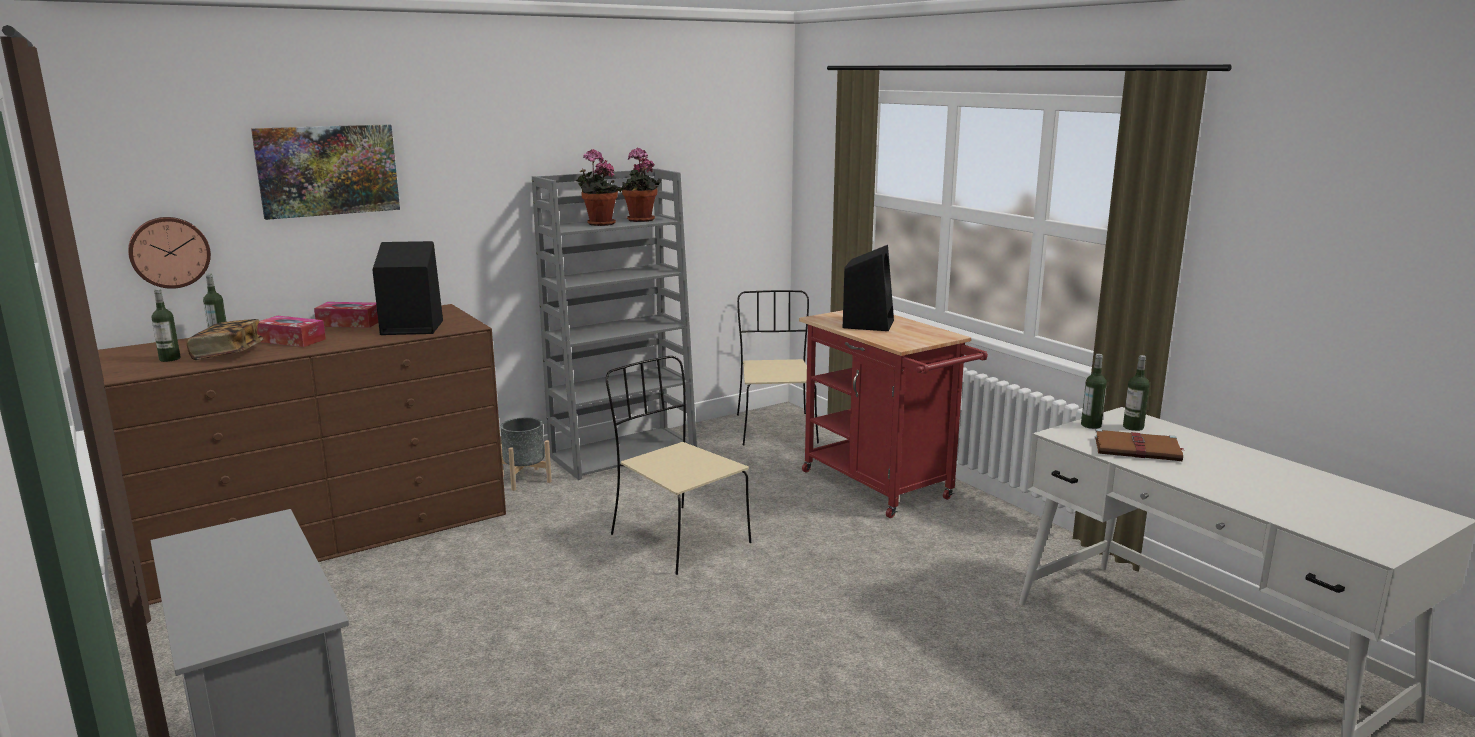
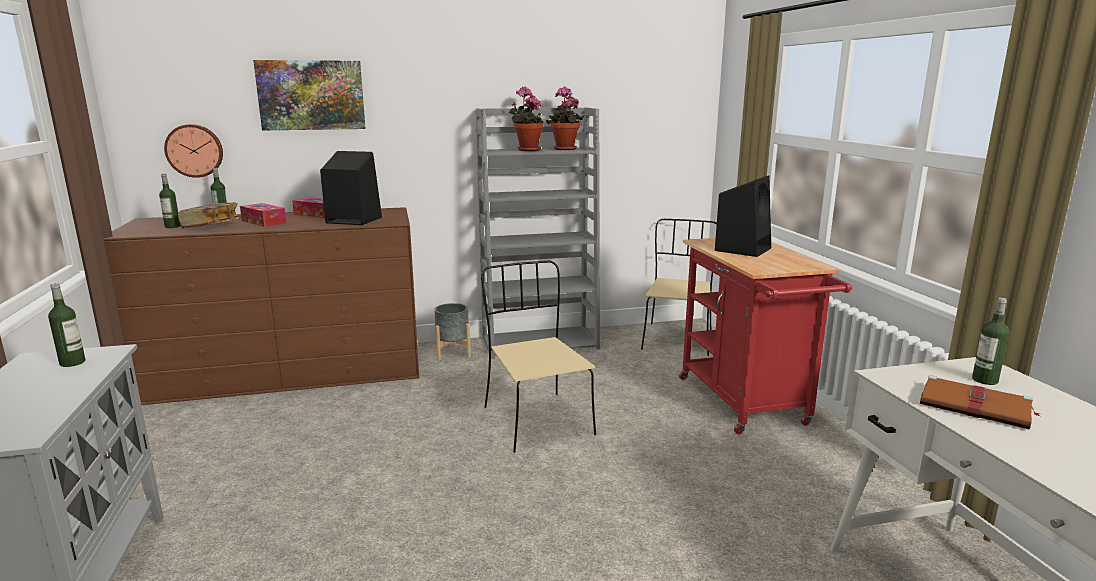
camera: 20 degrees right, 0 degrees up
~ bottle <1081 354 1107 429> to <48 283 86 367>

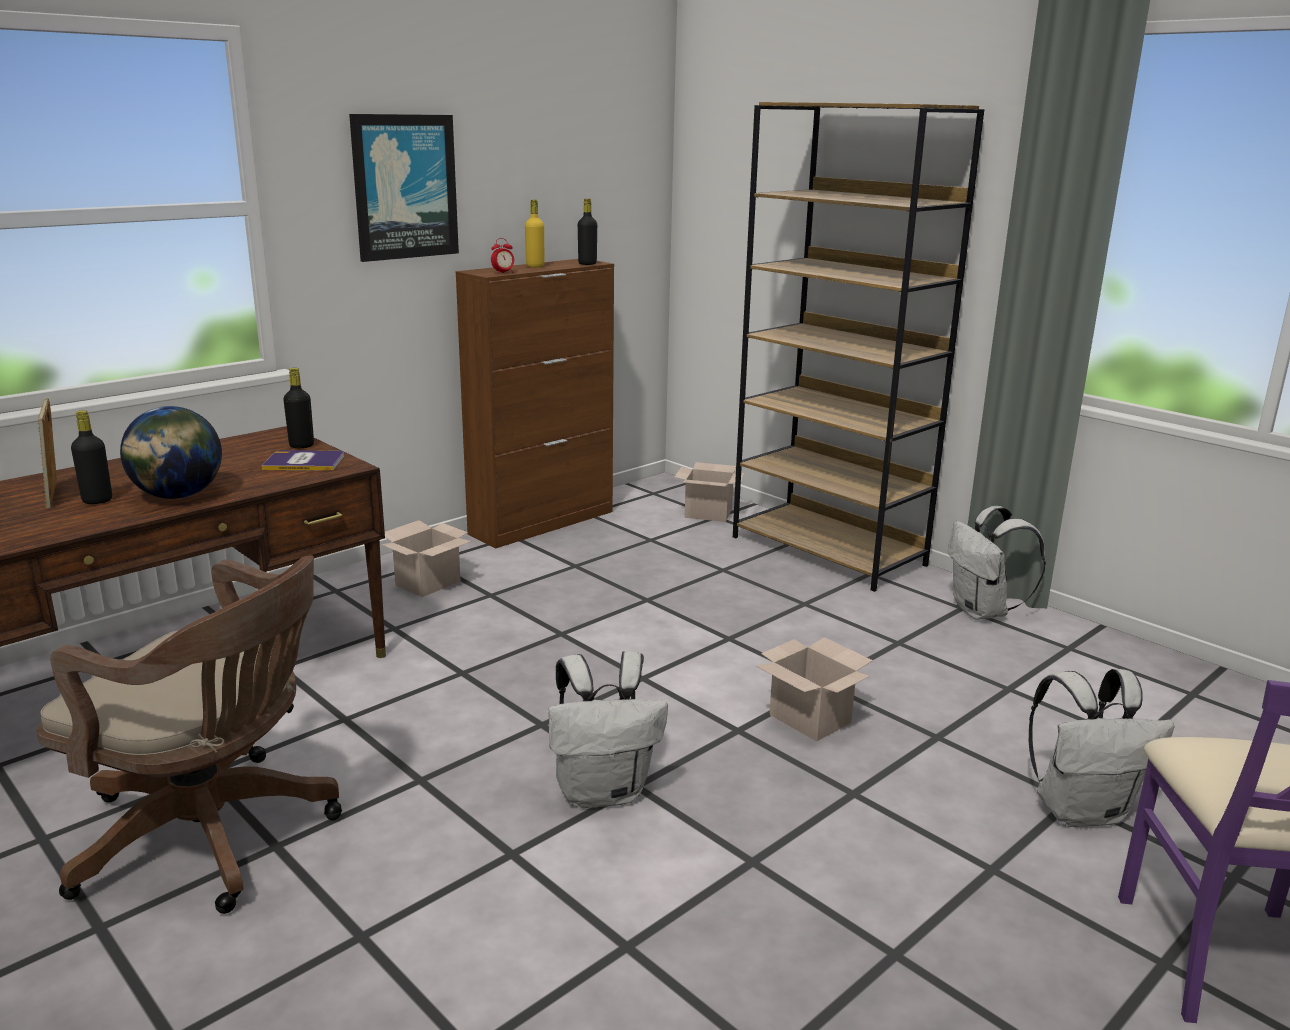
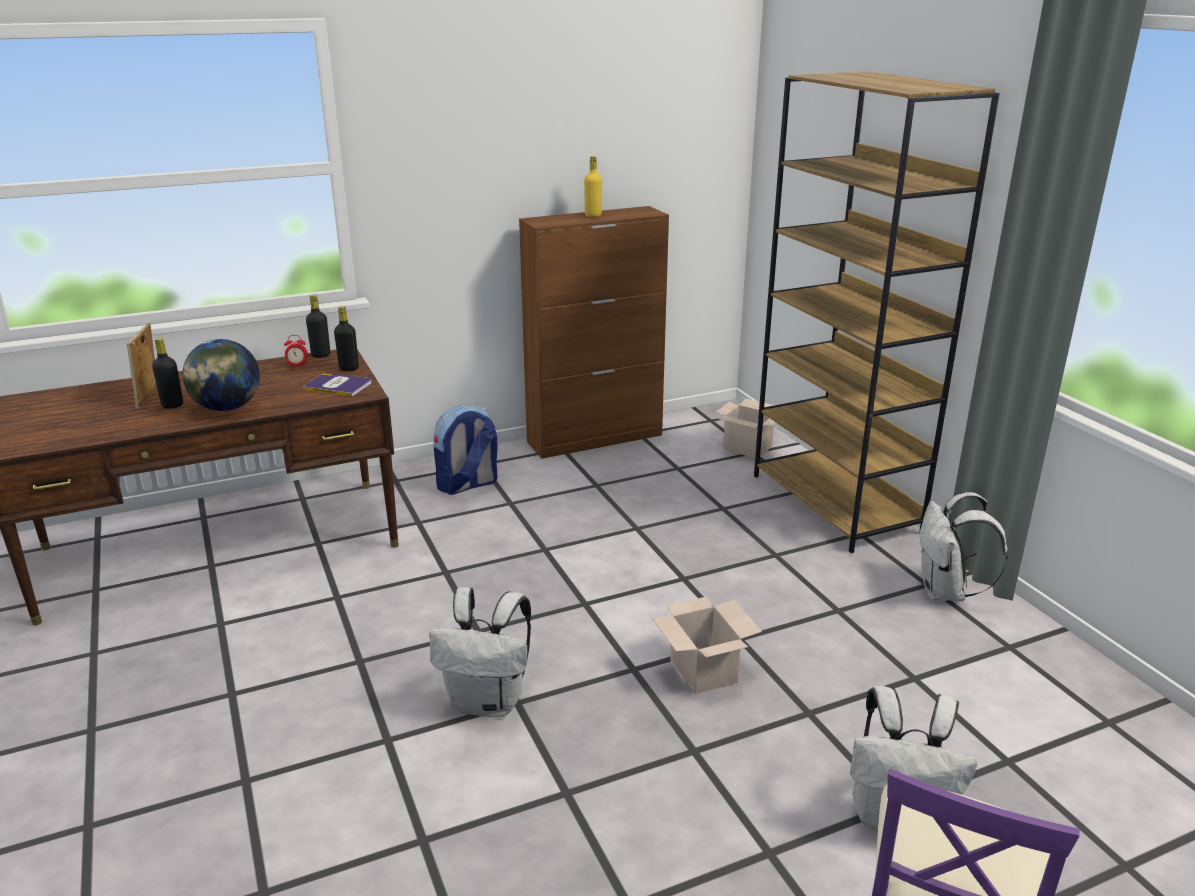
camera: 20 degrees right, 5 degrees up
- wall picture <349 114 459 262>
~ black-coloured bottle <578 199 597 265> to <306 295 331 358>
~ table clock <491 238 514 274> to <284 335 308 368>
~ cardboard box <381 520 472 597> to knapsack <433 405 498 495>
- brown computer chair <37 555 342 914>

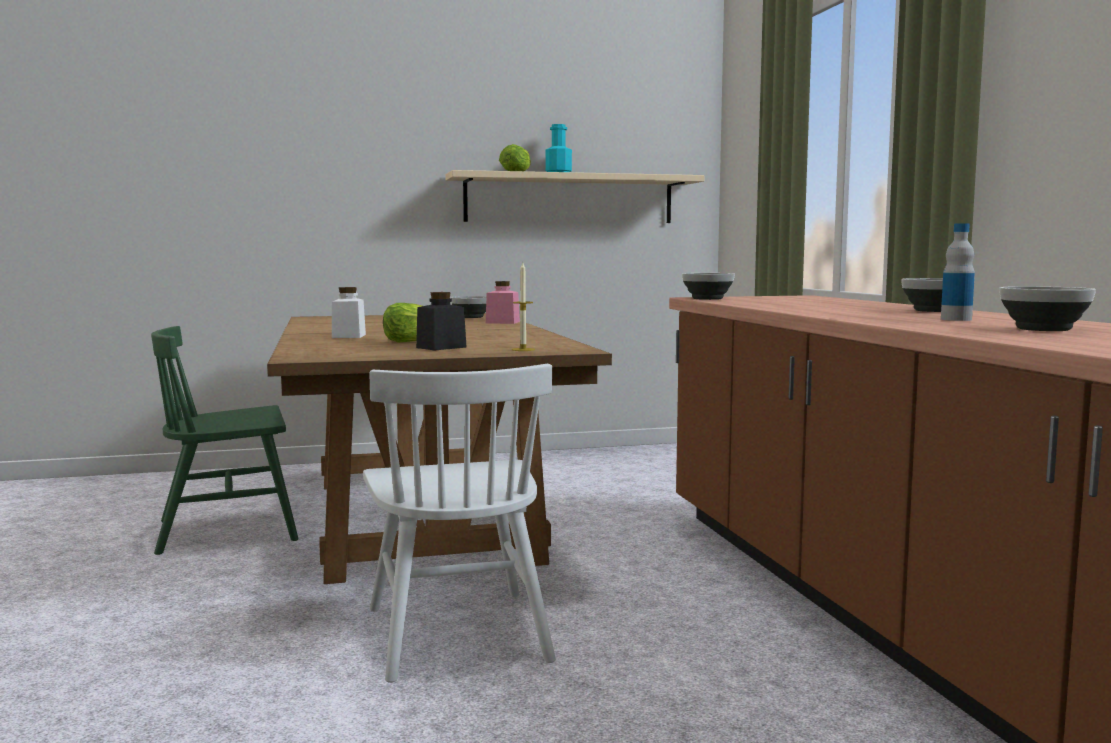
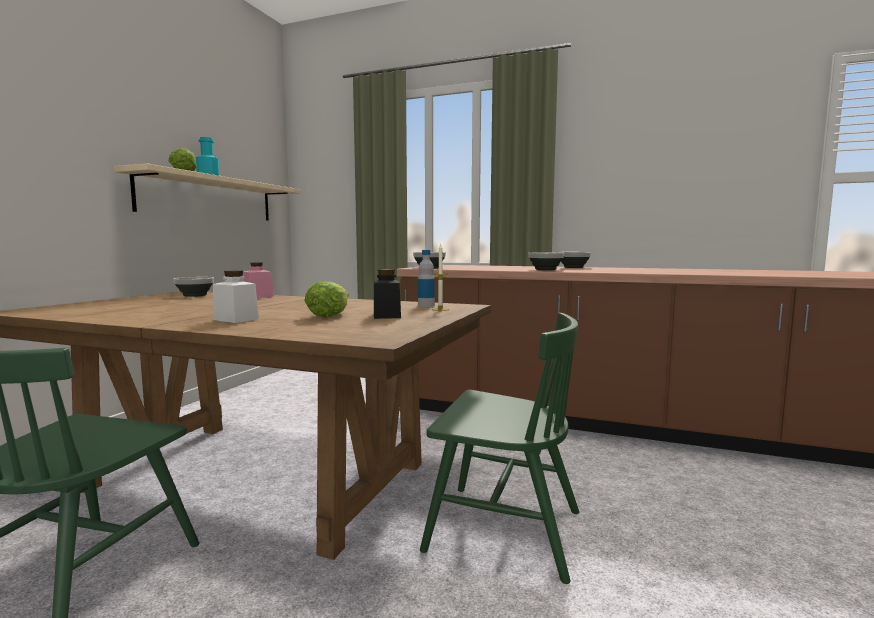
camera: 55 degrees left, 0 degrees up
~ bottle <941 223 975 321> to <418 250 435 307>
~ deep dish <999 286 1096 331> to <528 253 564 270>
~ whitish upright chair <363 364 556 683> to green-coloured upright chair <420 313 579 584>

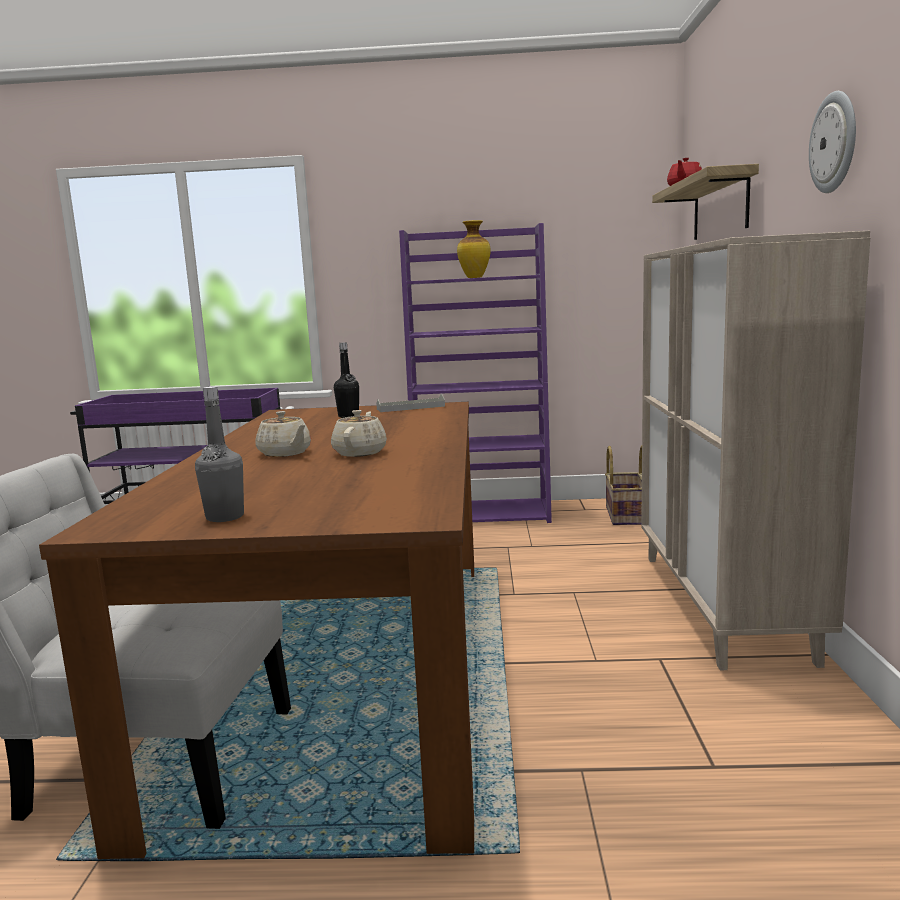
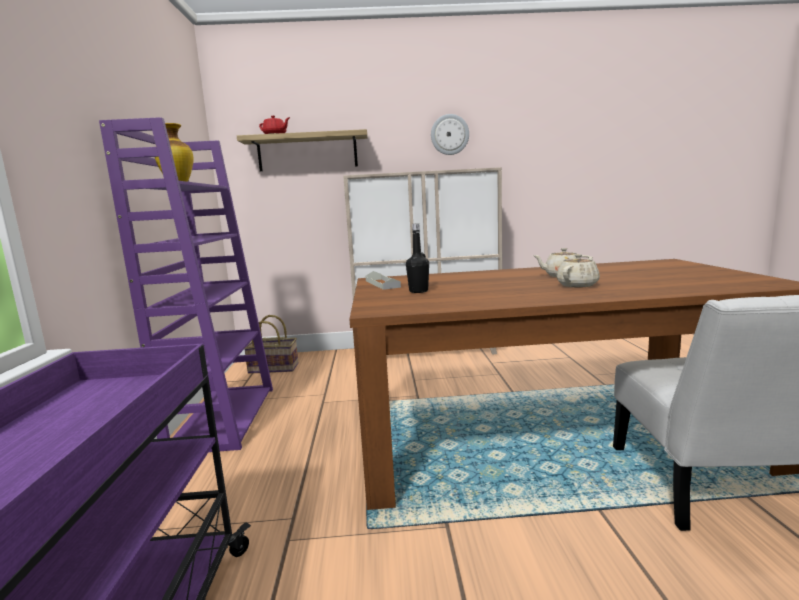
camera: 95 degrees left, 0 degrees up
- gray bottle <195 386 244 522>

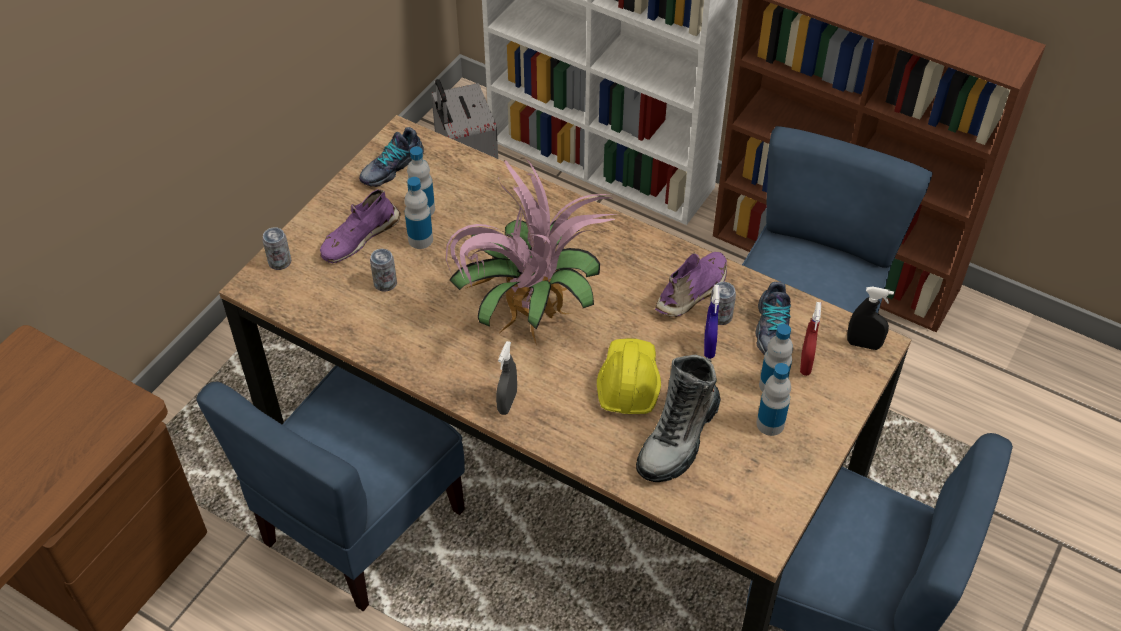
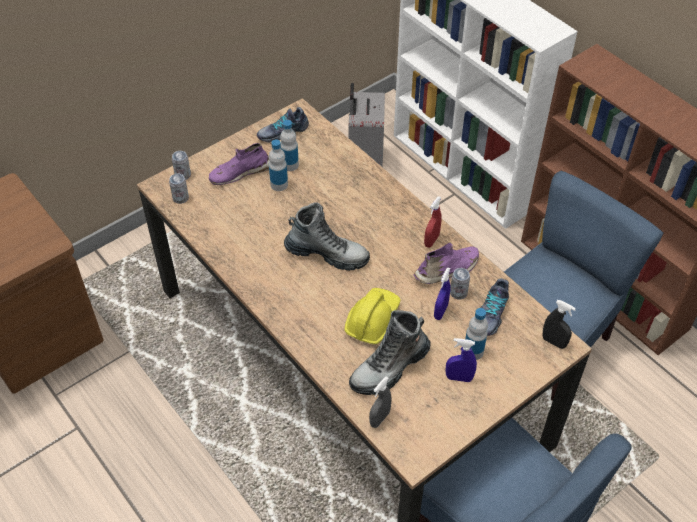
camera: 20 degrees right, 0 degrees up
~ plant in a pot <445 158 619 345> to boot <284 202 370 271>
~ can <370 249 397 292> to <169 173 189 204>
~ reddish spray bottle <800 302 821 376> to <424 196 442 248>
~ gray spray bottle <496 341 517 415> to <369 377 392 428>
~ bottle <757 363 791 436> to bluish spray bottle <445 338 477 382>
- bluish upright chair <196 365 465 611>

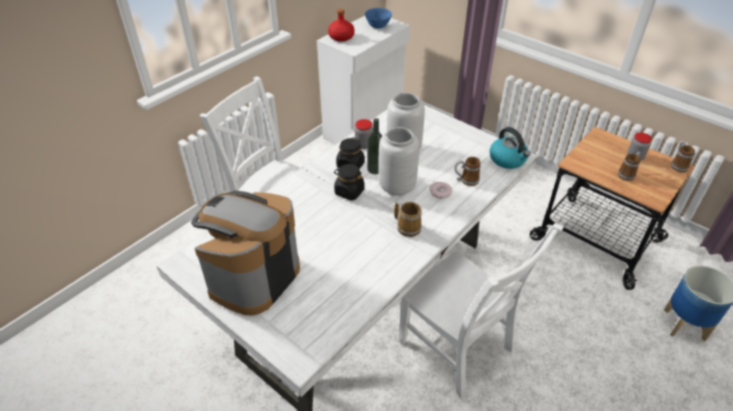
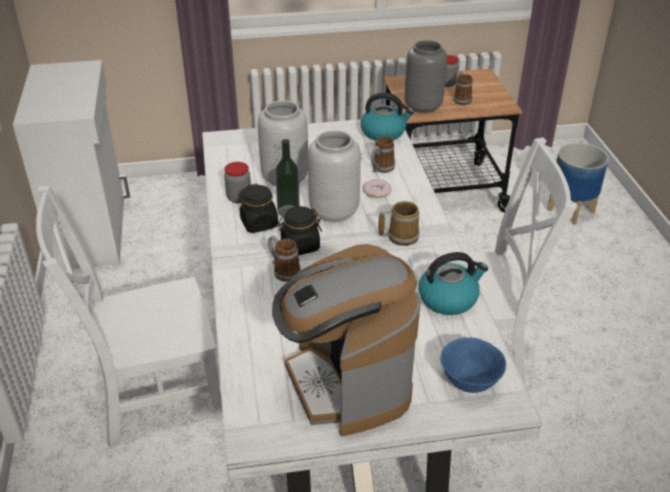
camera: 50 degrees left, 5 degrees down
~ bluish deep dish <365 8 392 29> to <441 337 506 393>
- reddish bottle <328 9 355 42>
~ tea mug <671 141 695 172> to <268 236 301 282>
+ gray flower vase <405 40 447 113>
+ kettle <419 252 488 315>

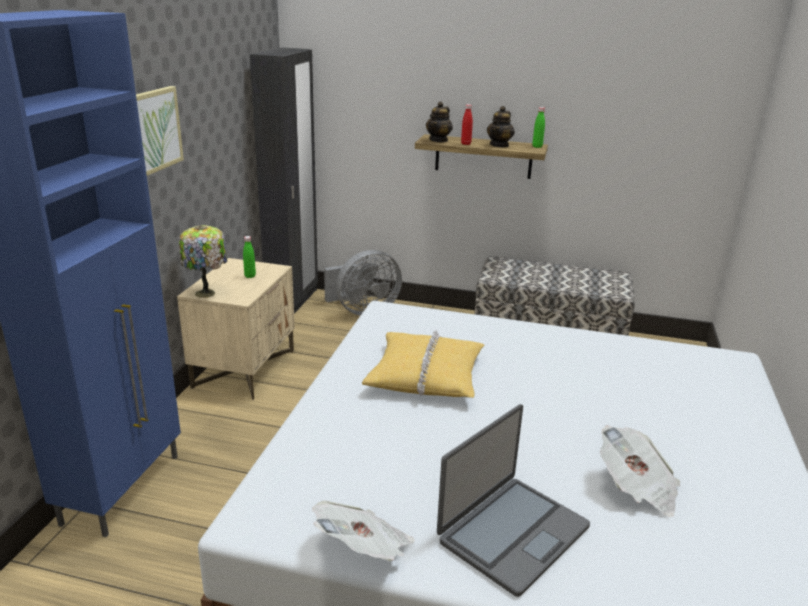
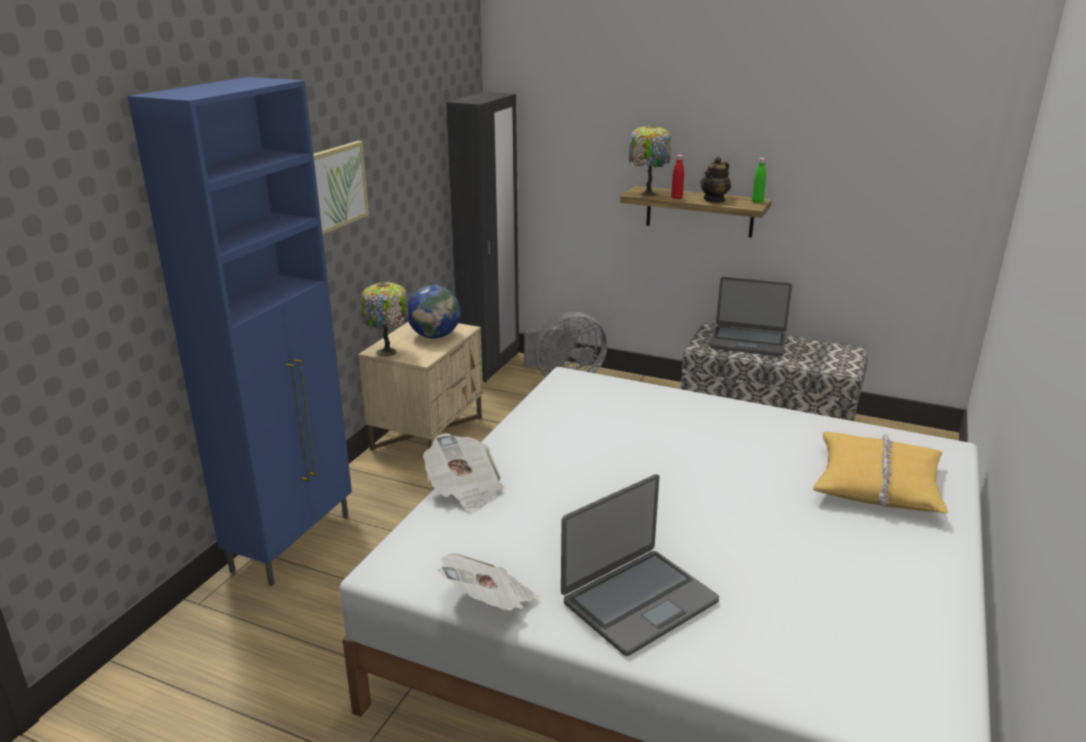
camera: 10 degrees right, 0 degrees up
~ pot for tea <426 101 453 142> to table lamp <629 125 671 196>
~ green-coloured bottle <243 236 256 278> to world globe <408 285 461 339>
~ yellow pillow <362 329 485 398> to <813 432 948 514>
~ newspaper <599 425 680 517> to <423 433 504 512>
+ laptop <710 277 792 356>

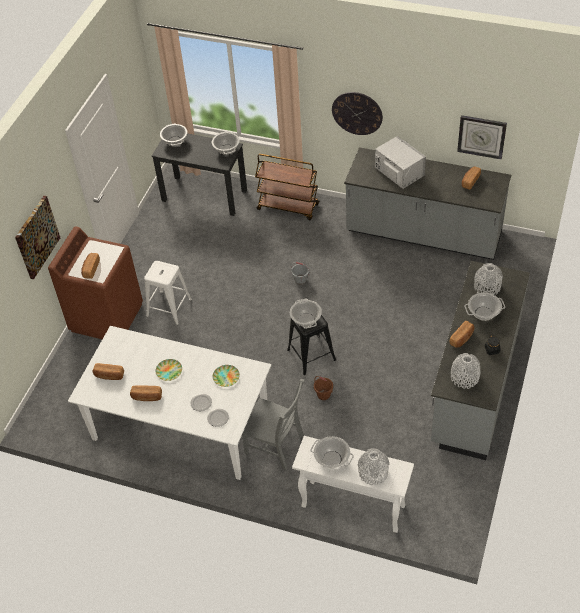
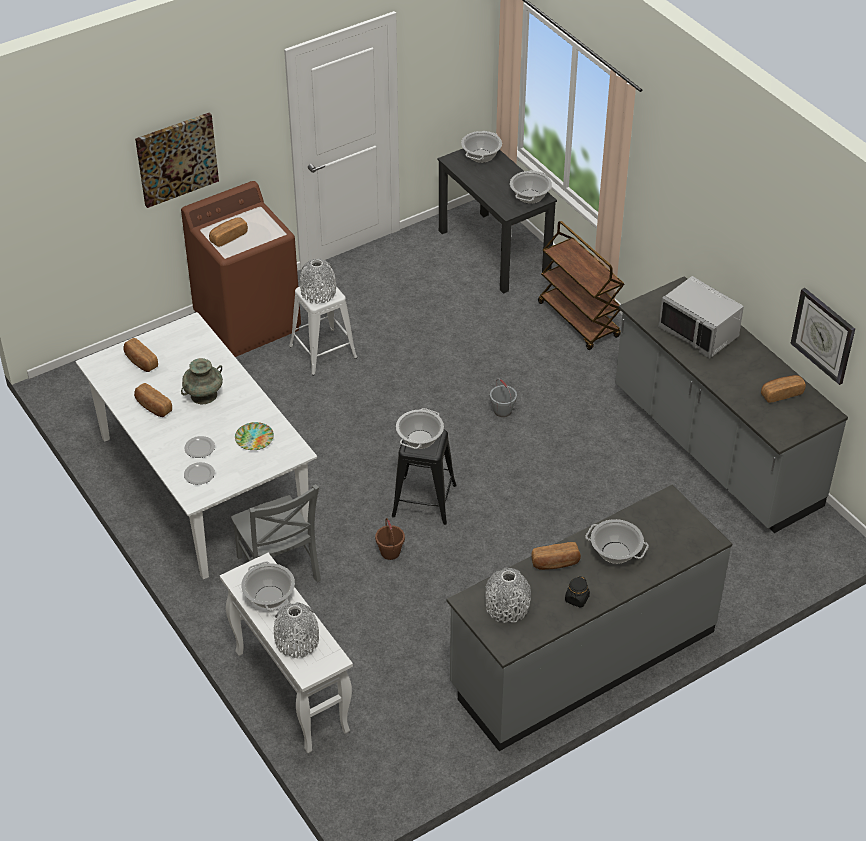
camera: 35 degrees right, 5 degrees down
- hanging clock <332 92 383 135>
~ gray microwave <375 136 426 189> = <658 276 744 358> 135 degrees clockwise
~ gray flower vase <474 263 503 295> to <300 259 336 304>
~ flat dish <155 359 182 381> to turquoise-coloured flower vase <181 358 223 404>

